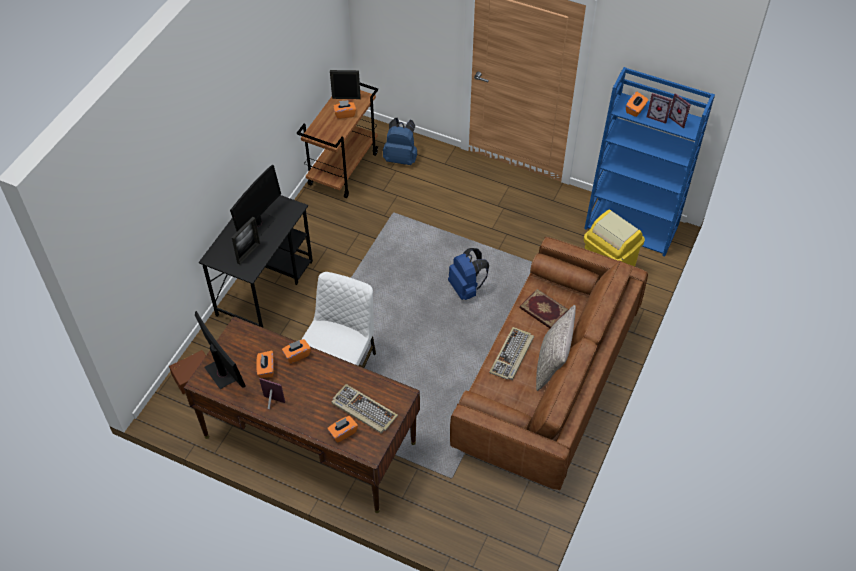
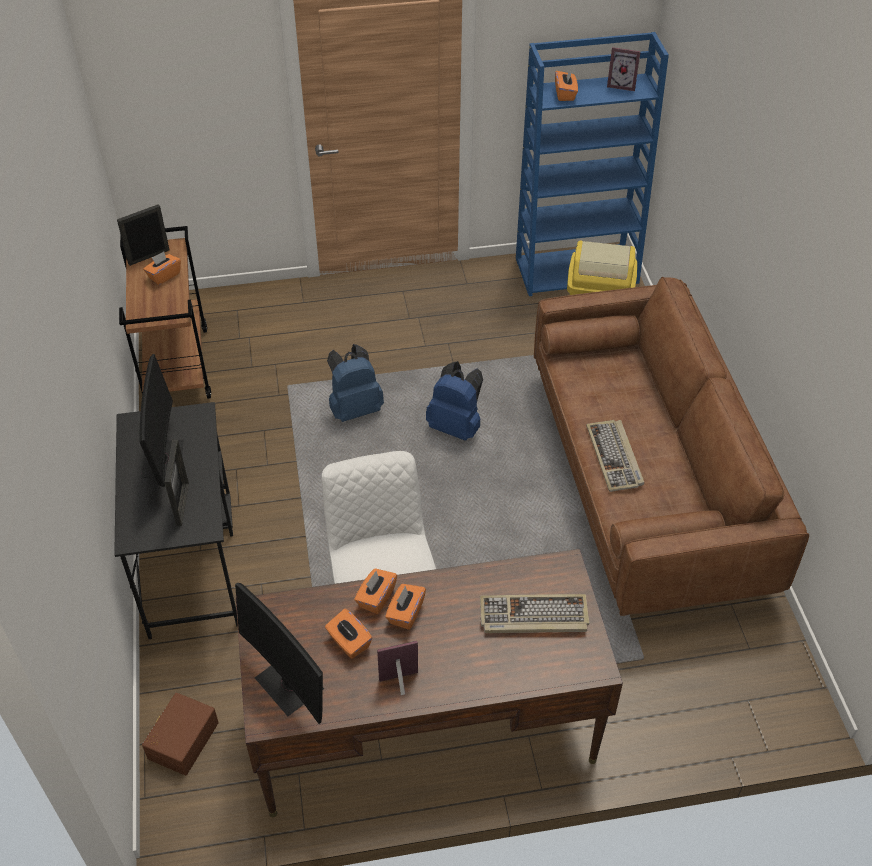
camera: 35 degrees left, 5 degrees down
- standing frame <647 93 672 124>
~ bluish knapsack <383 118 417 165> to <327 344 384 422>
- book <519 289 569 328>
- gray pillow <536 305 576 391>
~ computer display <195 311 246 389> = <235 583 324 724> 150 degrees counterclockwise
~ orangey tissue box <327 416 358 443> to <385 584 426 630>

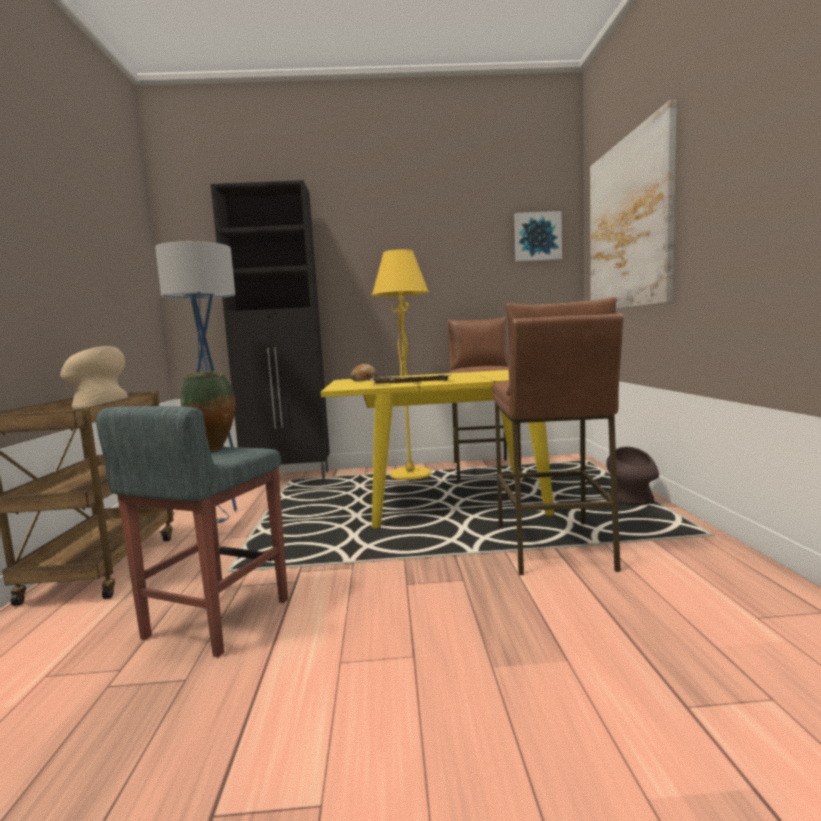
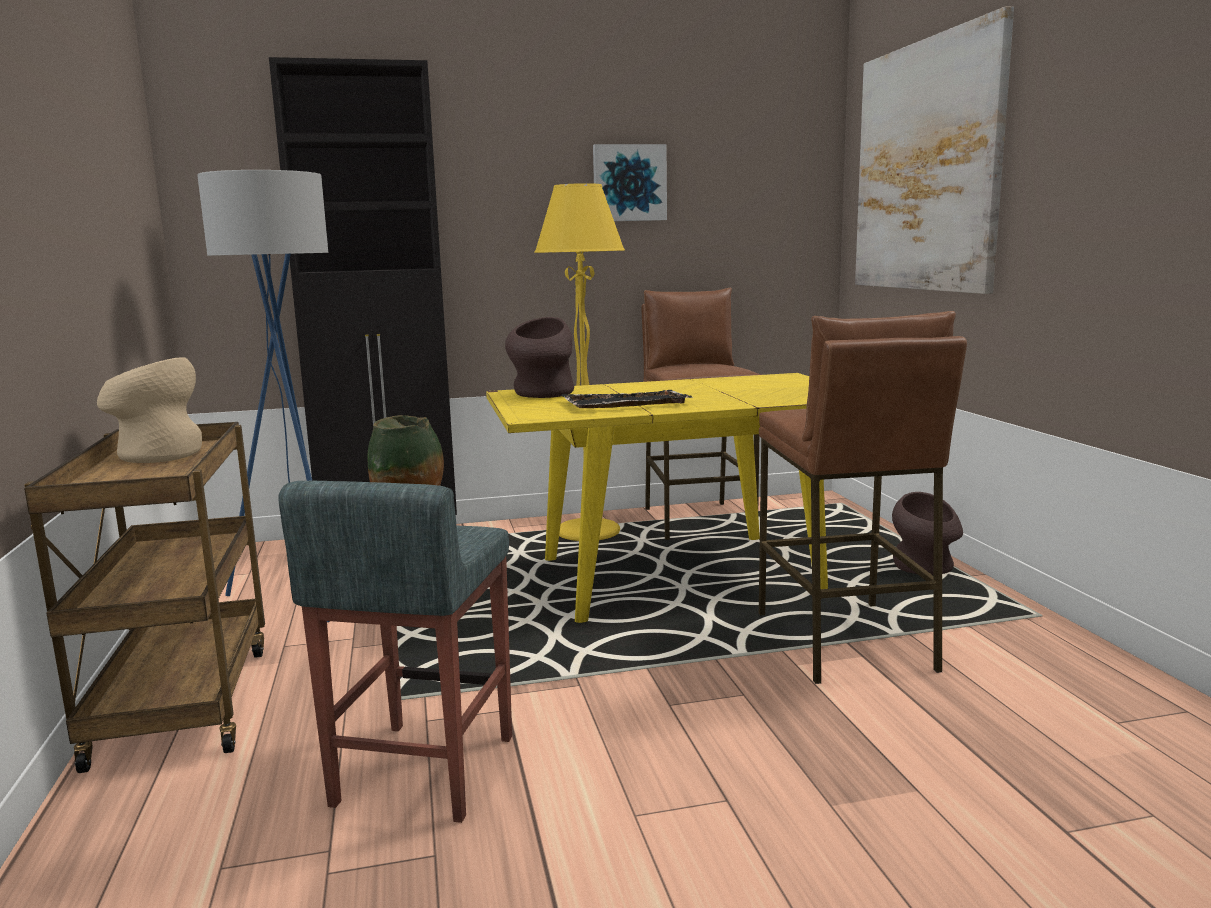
camera: 10 degrees left, 5 degrees up
~ wall picture <514 211 562 262> to <593 144 667 221>
~ baked bread <350 364 377 381> to brown flower vase <505 317 574 398>

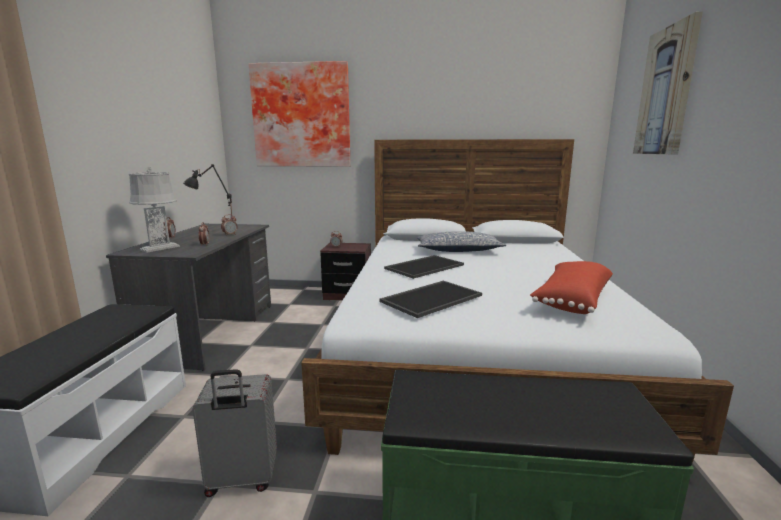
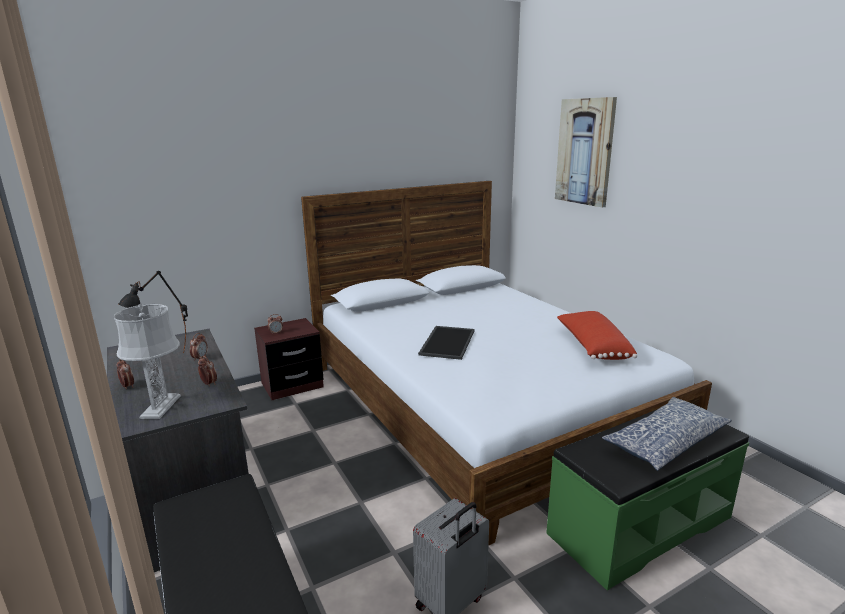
camera: 35 degrees left, 5 degrees up
- wall picture <248 61 350 167>
~ pillow <417 231 506 252> to <602 397 732 471>
- serving tray <380 281 482 318>

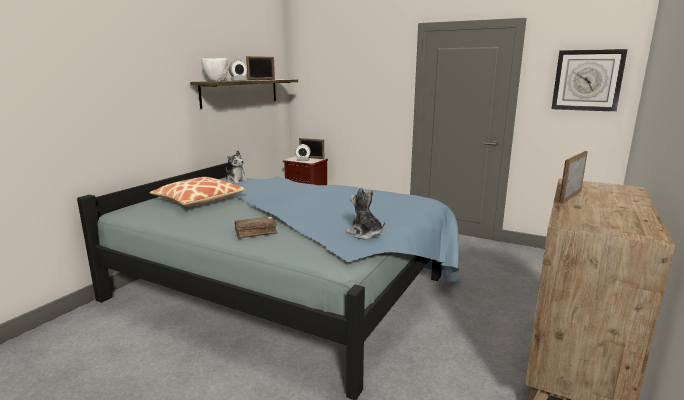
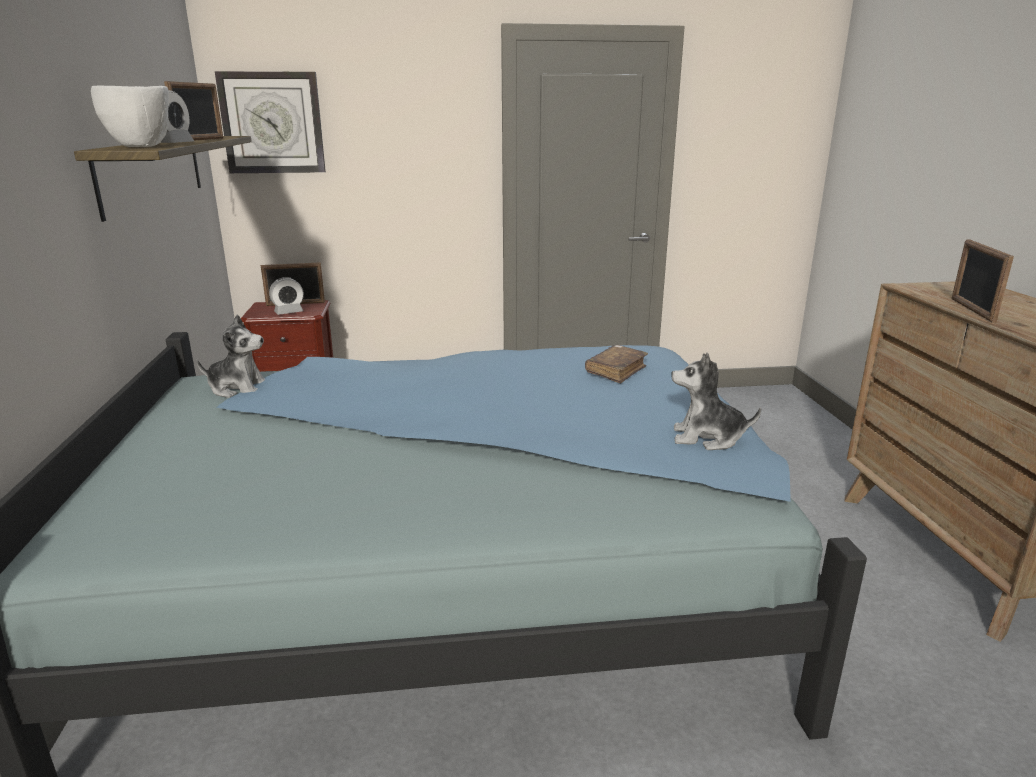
camera: 35 degrees left, 5 degrees up
~ hanging clock <551 49 628 112> to <215 71 326 173>
- pillow <149 177 246 207>
~ brown book <235 217 278 239> to <585 345 648 383>

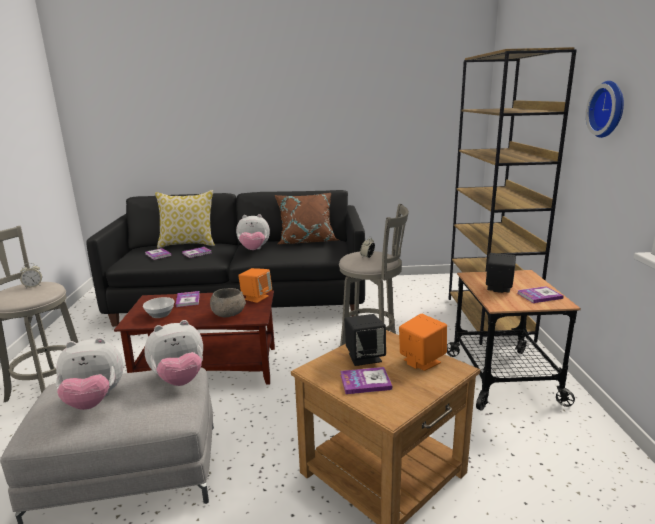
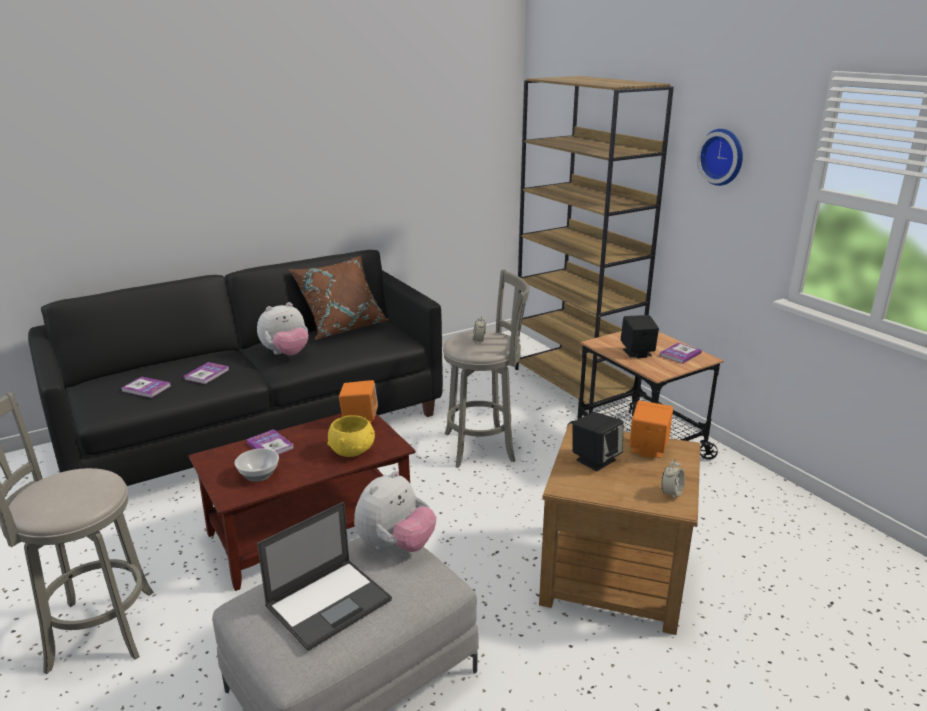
camera: 30 degrees left, 5 degrees up
- pillow <155 190 215 248>
~ table clock <20 263 42 288> to <662 459 685 500>
~ gray deep dish <210 288 246 317> to yellow deep dish <327 415 375 457>
~ cuddly toy <56 338 123 410> to laptop <257 502 392 651>
- book <340 367 392 394>

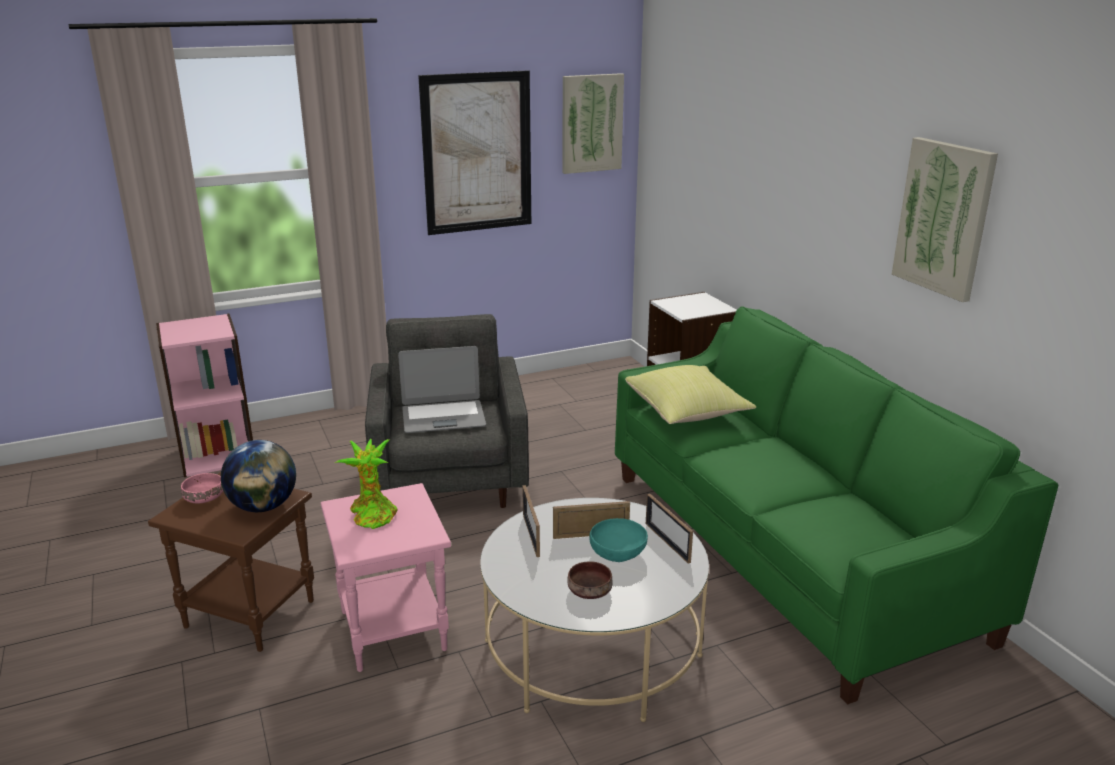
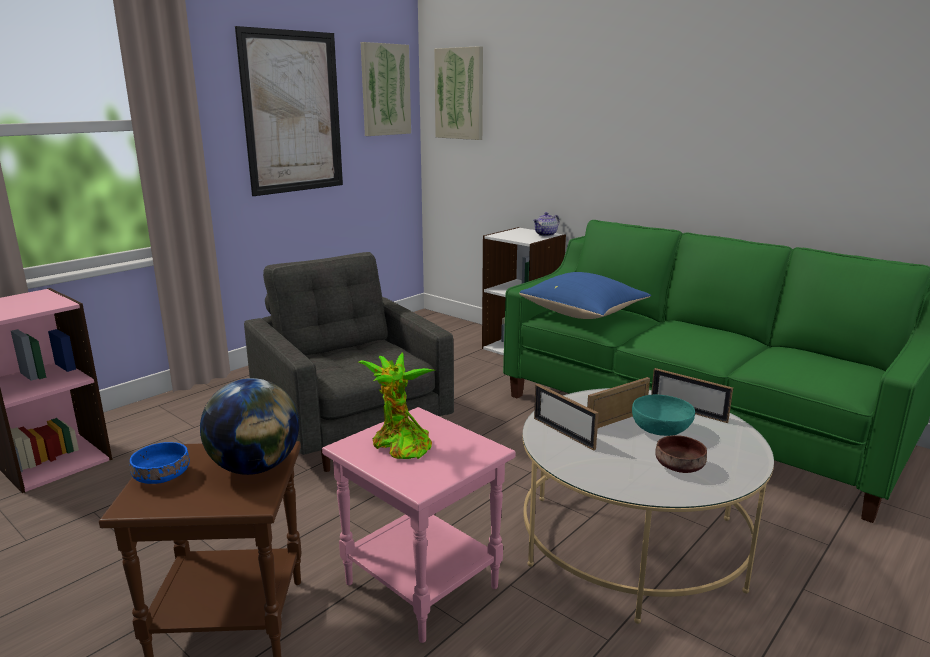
camera: 25 degrees left, 5 degrees down
~ wall picture <892 137 998 302> to <434 46 483 140>
- laptop <398 346 486 433>
~ yellow pillow <625 365 756 424> to bluish pillow <519 272 651 319>
~ pink-coloured deep dish <181 473 223 504> to bluish deep dish <130 442 190 484>
+ pot for tea <533 212 559 236>

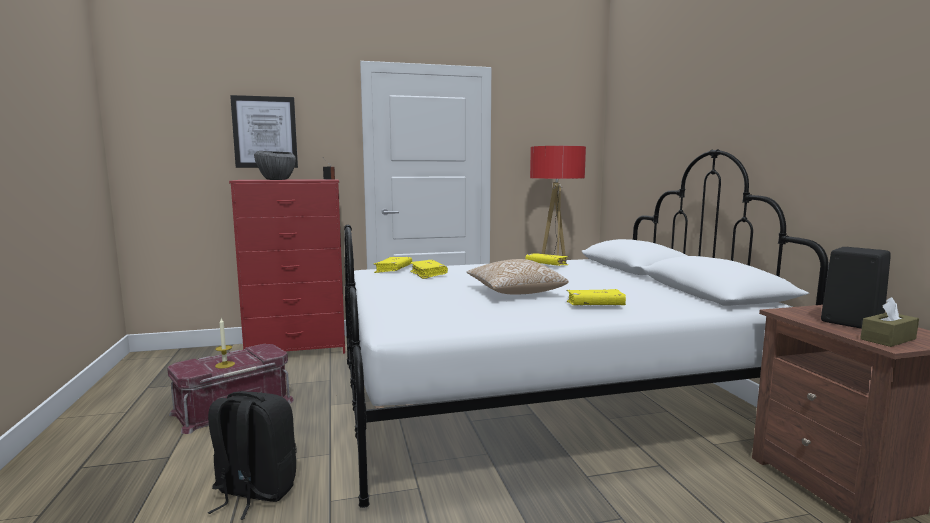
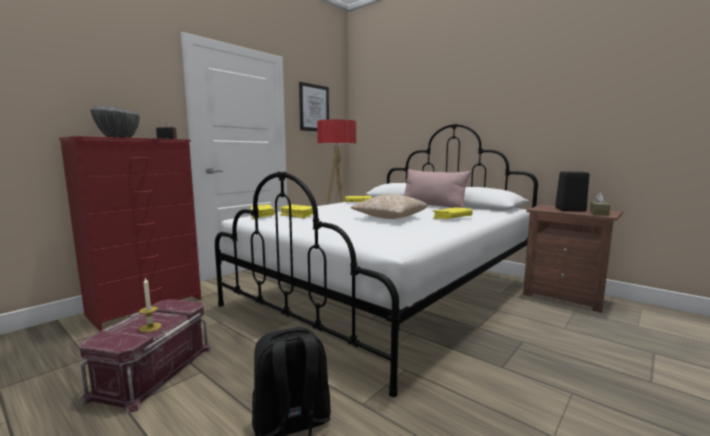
camera: 35 degrees left, 0 degrees up
~ wall picture <230 95 298 168> to <299 82 329 131>
+ pink-coloured pillow <403 169 471 208>

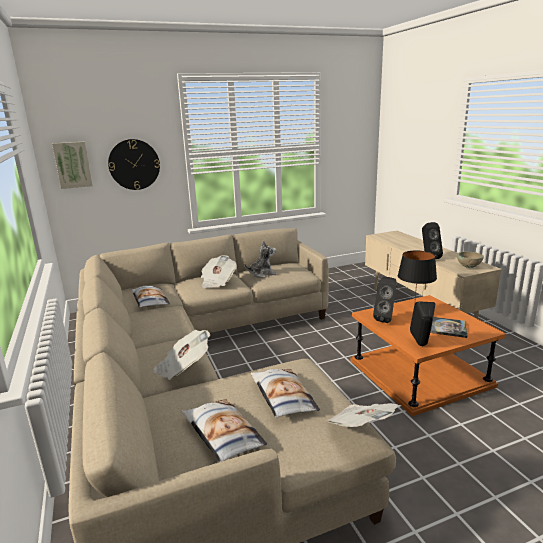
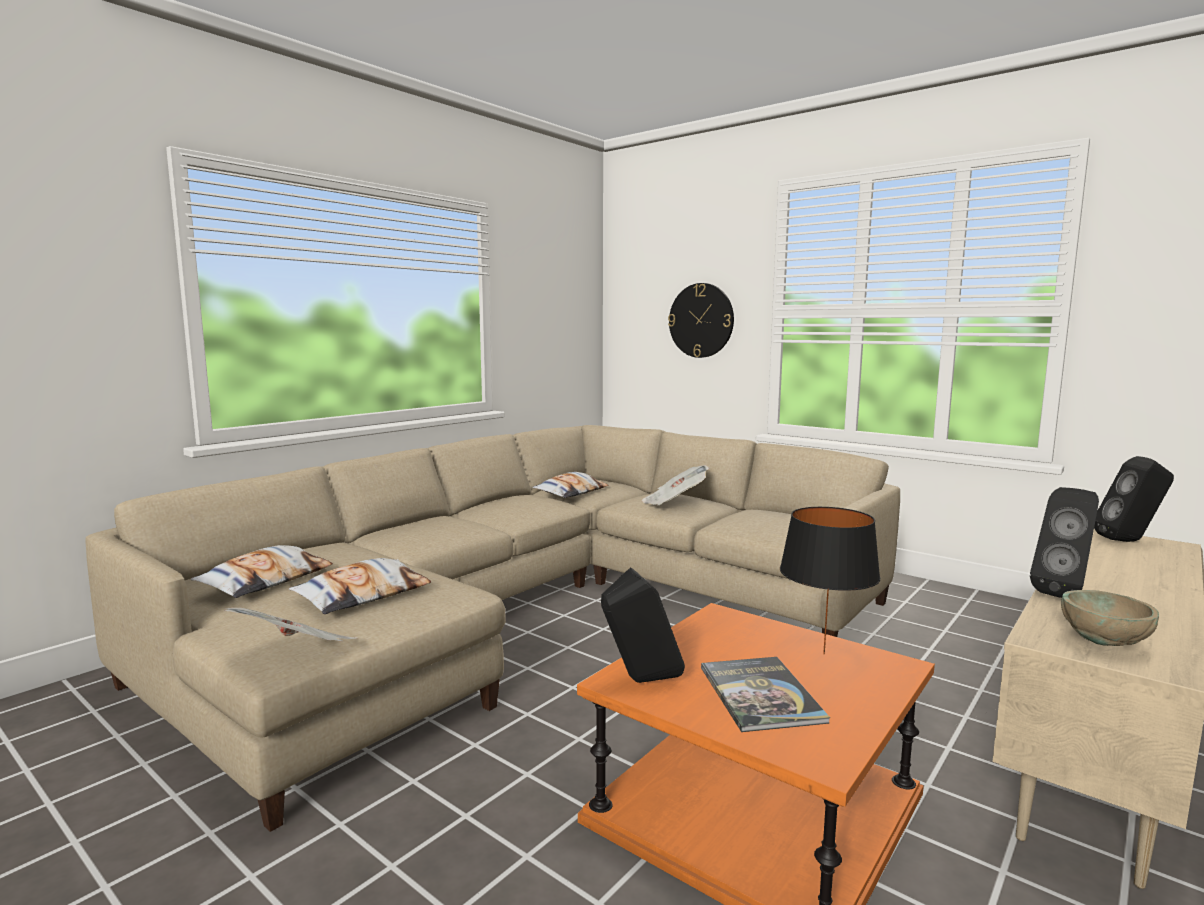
camera: 60 degrees right, 10 degrees down
- wall picture <52 142 92 189>
- cuddly toy <244 240 277 278>
~ black-coloured speaker <373 277 397 323> to <1094 456 1174 542>
- newspaper <153 330 210 380>

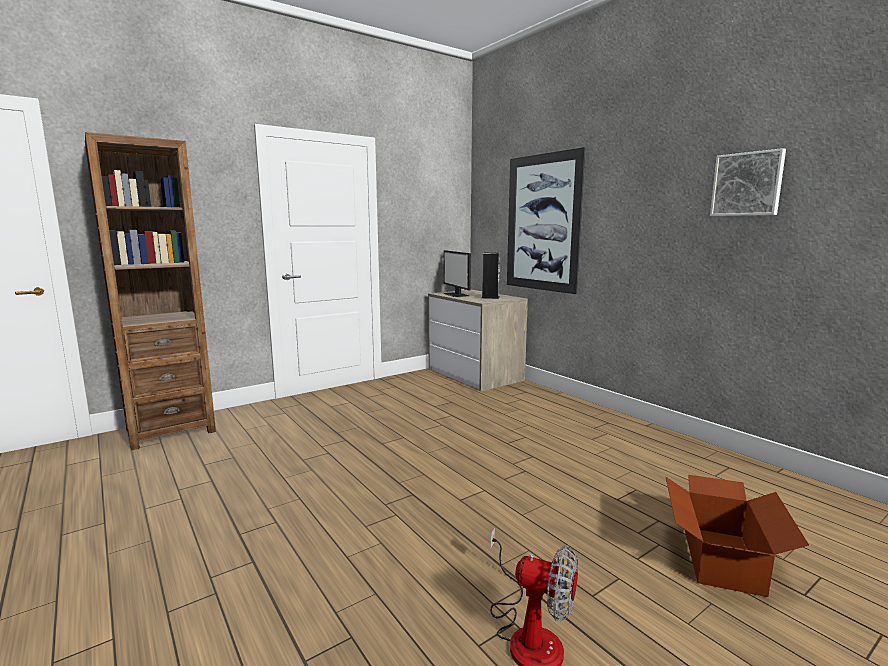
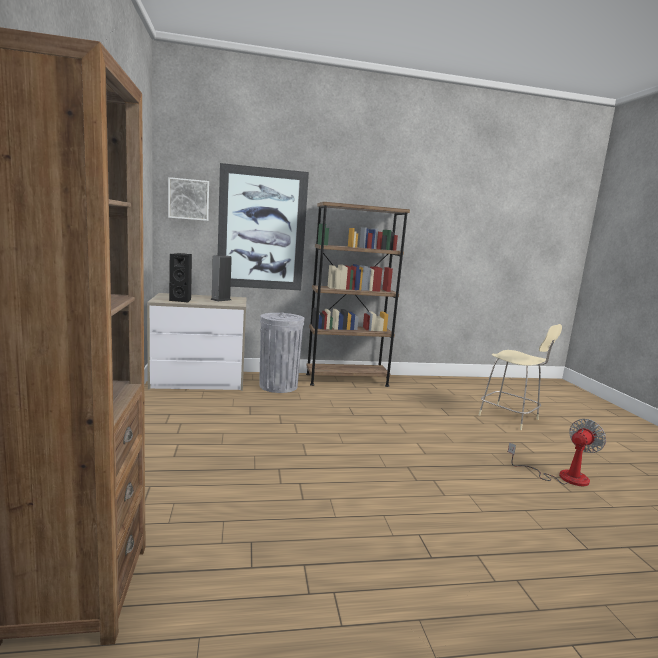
camera: 65 degrees left, 0 degrees up
~ wall picture <710 148 786 216> to <168 177 209 221>
~ computer display <444 250 471 297> to black-coloured speaker <169 253 192 302>
~ cardboard box <665 475 809 597> to sand-coloured stool seat <479 324 562 430>
+ brown shelving unit <306 202 410 387>
+ gray waste bin <259 313 304 393>

